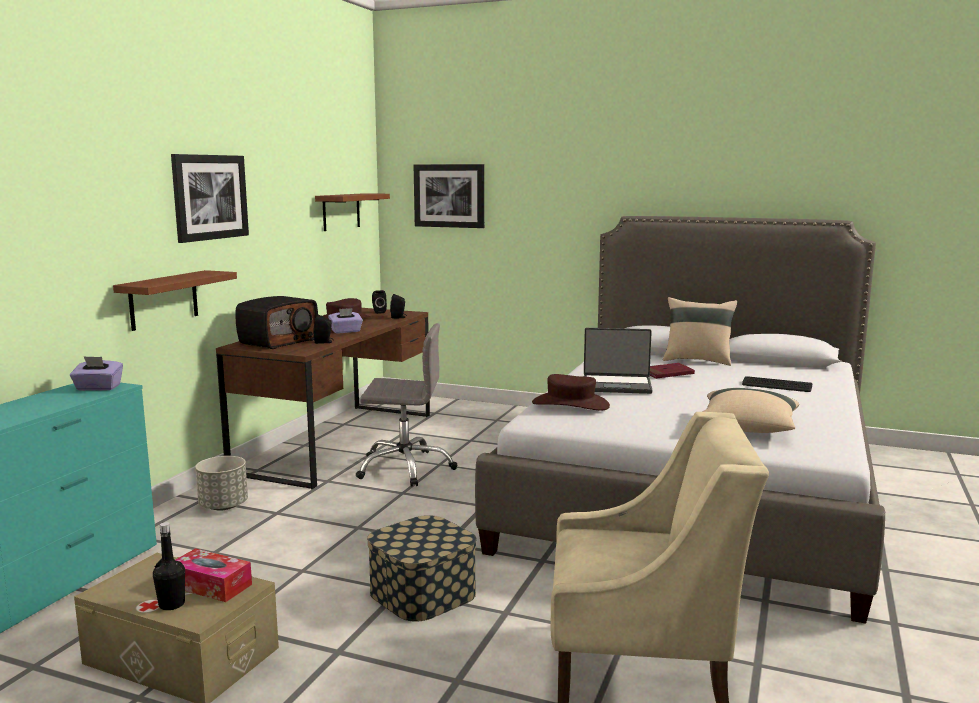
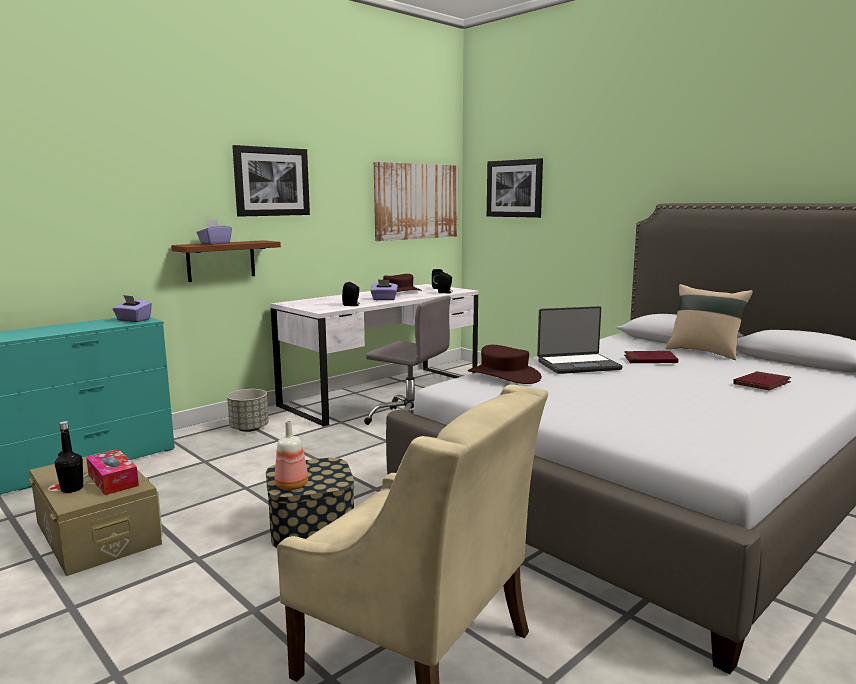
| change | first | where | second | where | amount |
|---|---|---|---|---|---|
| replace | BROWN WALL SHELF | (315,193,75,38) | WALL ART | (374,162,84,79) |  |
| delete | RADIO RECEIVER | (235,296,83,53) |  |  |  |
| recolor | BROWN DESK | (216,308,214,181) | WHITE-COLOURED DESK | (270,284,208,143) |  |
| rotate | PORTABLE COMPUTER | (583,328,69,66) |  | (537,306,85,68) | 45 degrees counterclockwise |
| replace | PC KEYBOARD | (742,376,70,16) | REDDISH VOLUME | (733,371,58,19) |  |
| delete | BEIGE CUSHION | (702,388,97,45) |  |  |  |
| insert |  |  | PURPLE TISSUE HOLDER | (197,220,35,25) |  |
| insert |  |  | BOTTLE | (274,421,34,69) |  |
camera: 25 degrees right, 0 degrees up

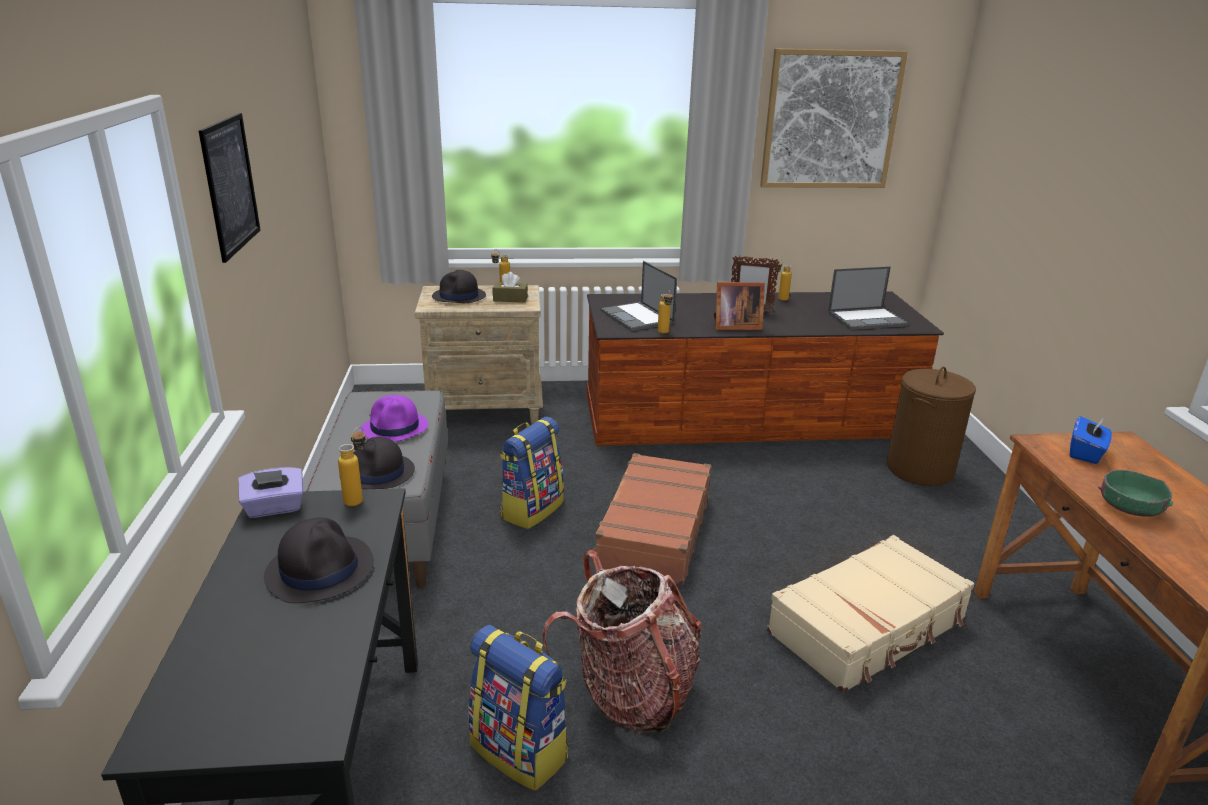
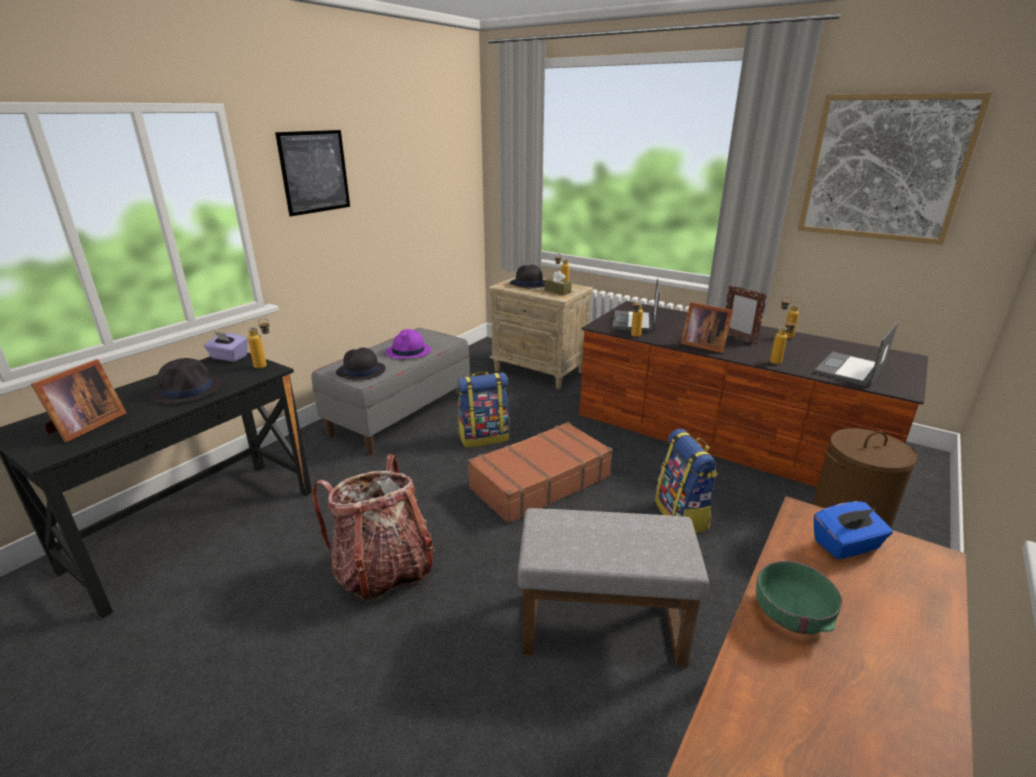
| change | first | where | second | where | amount |
|---|---|---|---|---|---|
| rotate | PORTABLE COMPUTER | (828,266,81,64) |  | (813,322,85,65) | 105 degrees clockwise |
| replace | BEIGE TRAVEL CASE | (767,535,207,158) | GREYISH POUFFE | (518,508,191,159) |  |
| move | KNAPSACK | (468,625,101,166) |  | (655,429,63,104) |  |
| insert |  |  | BOTTLE | (770,319,25,45) |  |
| insert |  |  | PICTURE FRAME | (31,359,96,83) |  |
camera: 40 degrees right, 0 degrees up

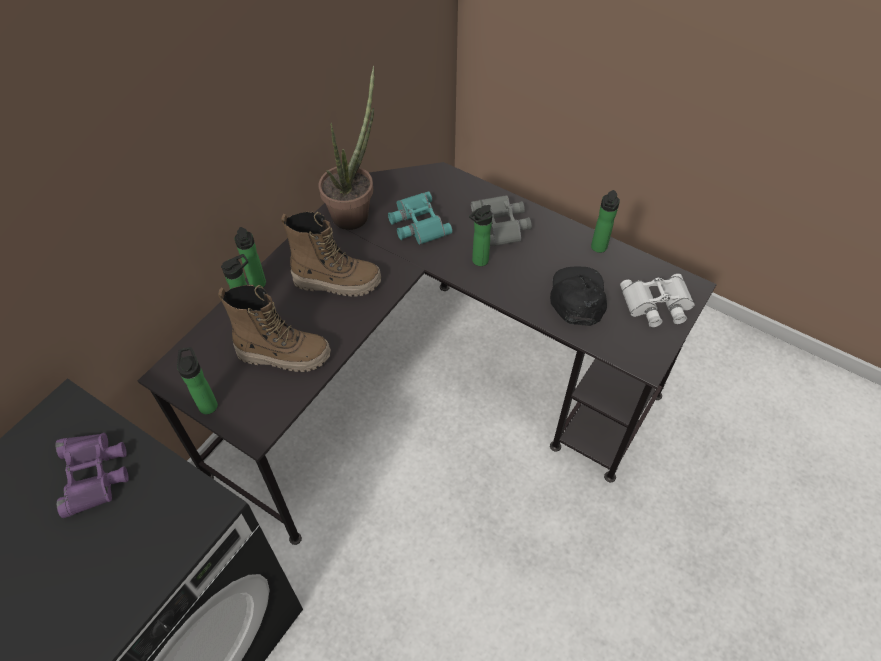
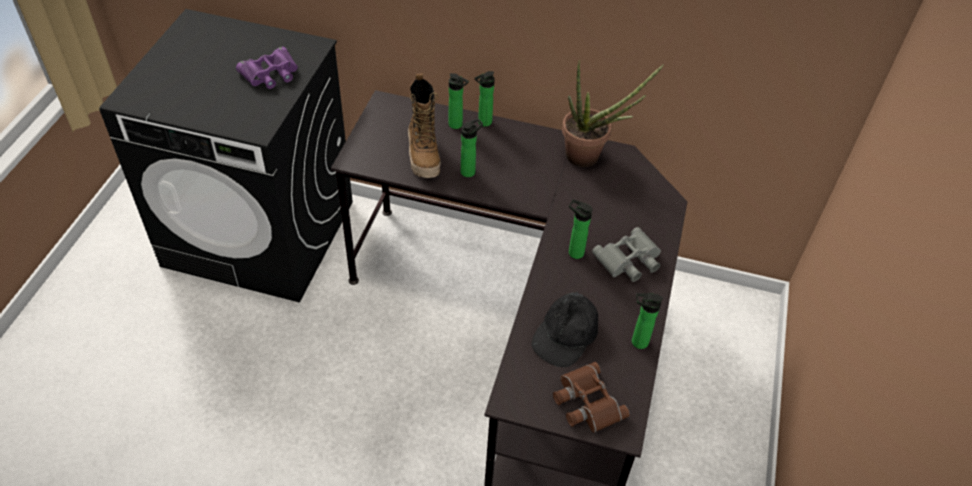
| change | first | where | second | where | amount |
|---|---|---|---|---|---|
| delete | TURQUOISE-COLOURED BINOCULARS | (388,191,65,54) |  |  |  |
| delete | HIGH-TOP BOOT | (281,211,100,85) |  |  |  |
| rotate | BLACK BASEBALL CAP | (550,267,57,59) |  | (532,292,66,75) | 135 degrees clockwise |
| recolor | WHITE-COLOURED BINOCULARS | (620,274,75,53) | BROWN BINOCULARS | (553,362,77,71) |  |
| move | BOTTLE | (177,347,41,67) |  | (461,119,22,58) |  |
camera: 70 degrees right, 5 degrees down

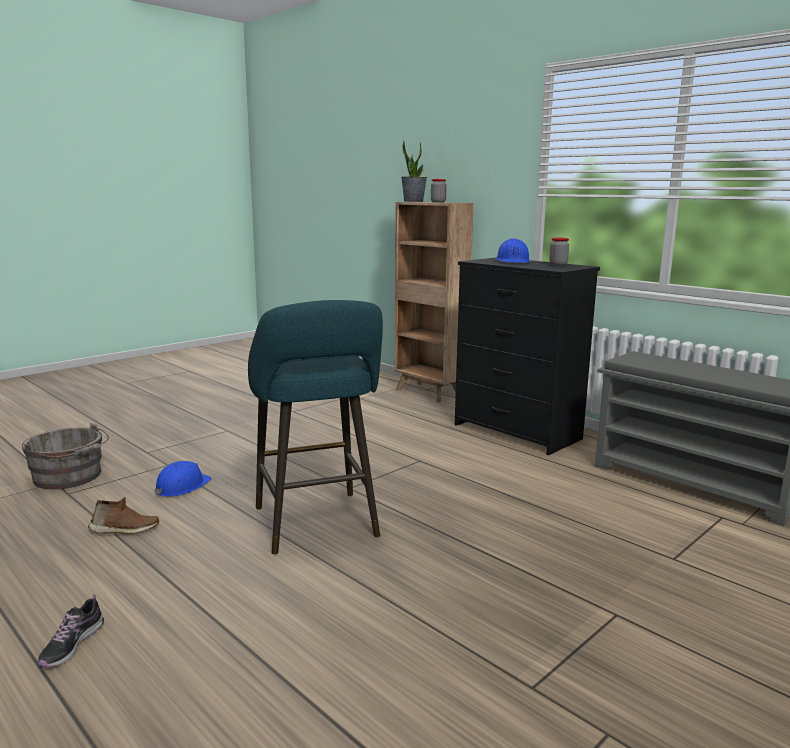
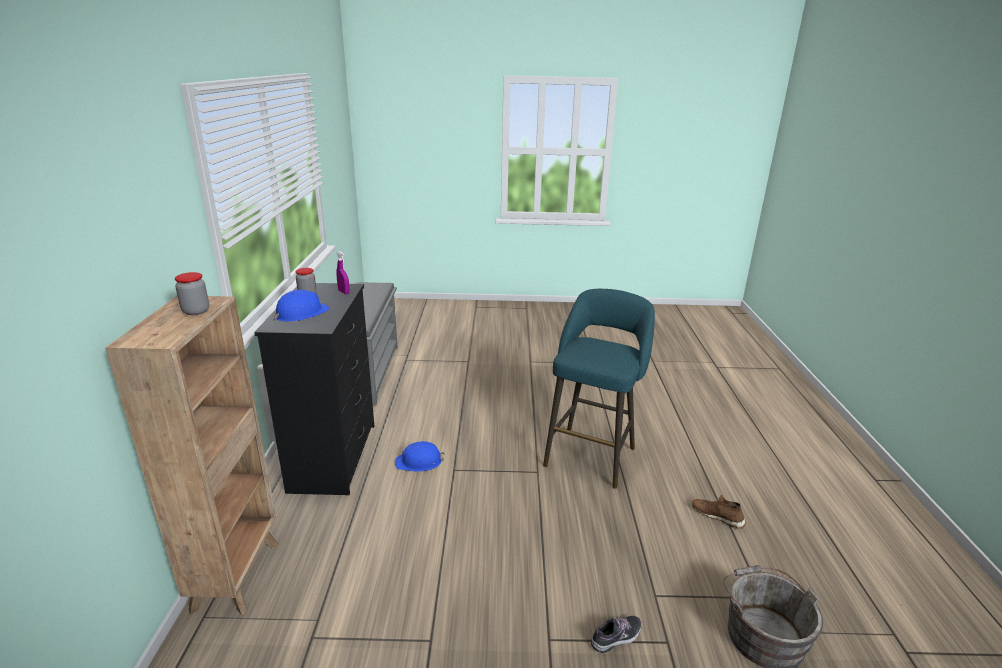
| change | first | where | second | where | amount |
|---|---|---|---|---|---|
| delete | POTTED PLANT | (401,140,26,62) |  |  |  |
| move | BLUE-COLOURED HARD HAT | (155,461,57,36) |  | (395,441,50,31) |  |
| move | SHOE | (38,594,66,73) |  | (591,616,51,37) |  |
| insert |  |  | PURPLE SPRAYER | (336,251,14,43) |  |
camera: 135 degrees left, 10 degrees up

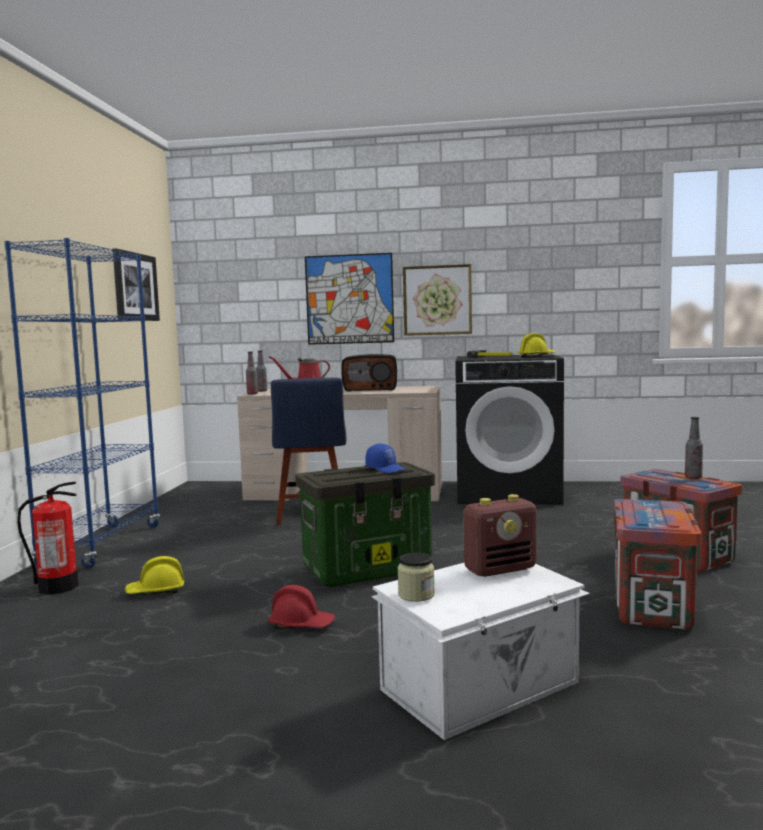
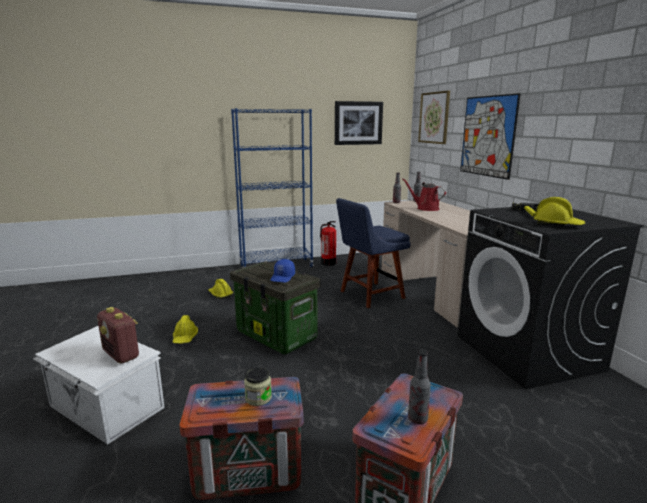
| change | first | where | second | where | amount |
|---|---|---|---|---|---|
| move | WALL ART | (403,264,69,72) |  | (418,91,32,53) |  |
| delete | RADIO RECEIVER | (341,354,56,38) |  |  |  |
| move | EXTINGUISHER | (17,482,62,113) |  | (320,221,16,45) |  |
| move | JAR | (397,553,38,49) |  | (244,367,28,39) |  |
| recolor | REDDISH HARD HAT | (268,585,67,44) | YELLOW HARD HAT | (173,315,25,29) |  |
camera: 65 degrees right, 10 degrees up

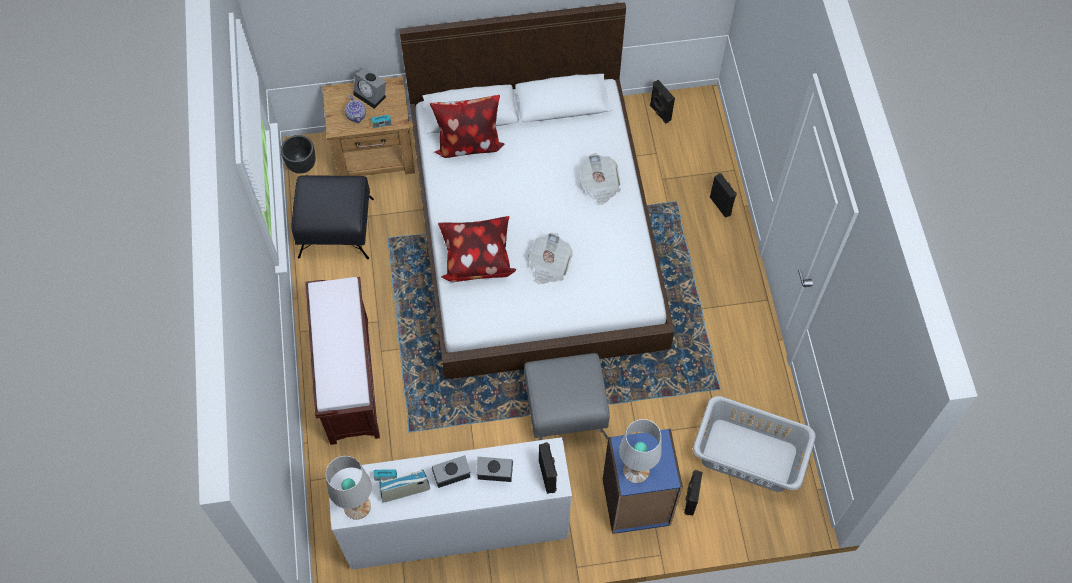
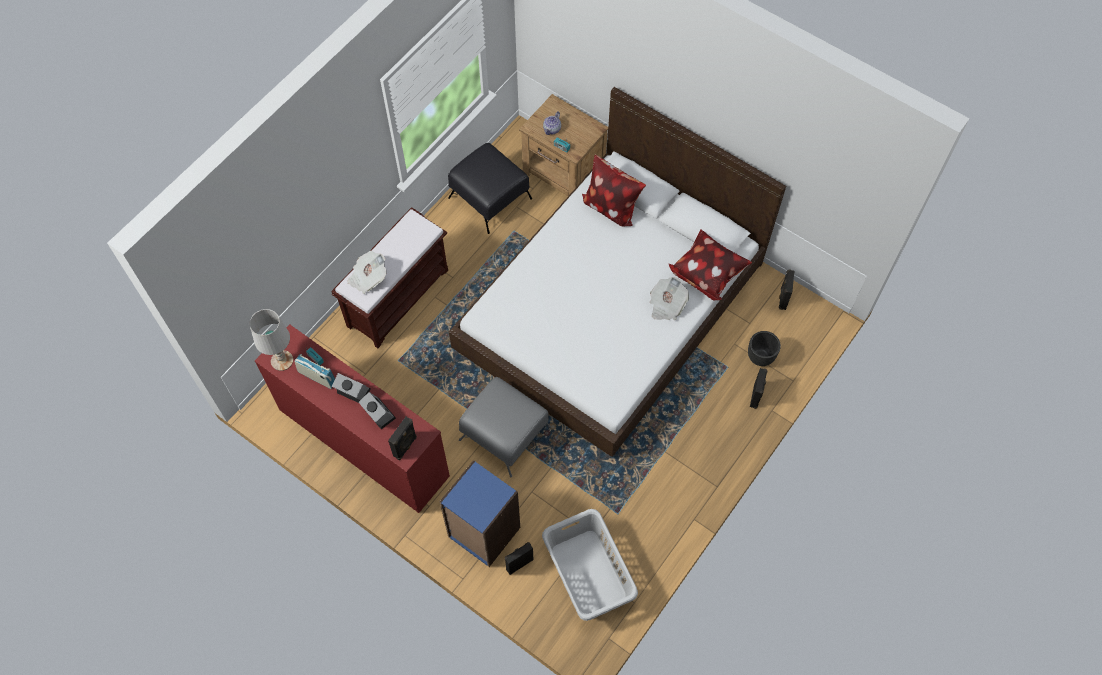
| change | first | where | second | where | amount |
|---|---|---|---|---|---|
| delete | BEDSIDE CLOCK | (353,68,33,41) |  |  |  |
| move | BLACK PLANT POT | (281,135,35,39) |  | (748,331,33,35) |  |
| move | CUSHION | (438,216,78,66) |  | (669,230,83,70) |  |
| move | PRINTED PAPER | (528,233,45,51) |  | (347,251,40,43) |  |
| delete | WHITE-COLOURED TABLETOP LAMP | (619,419,43,64) |  |  |  |
| recolor | WHITE-COLOURED DRESSER | (329,437,243,133) | REDDISH DRESSER | (255,324,195,189) |  |
camera: 45 degrees right, 0 degrees up

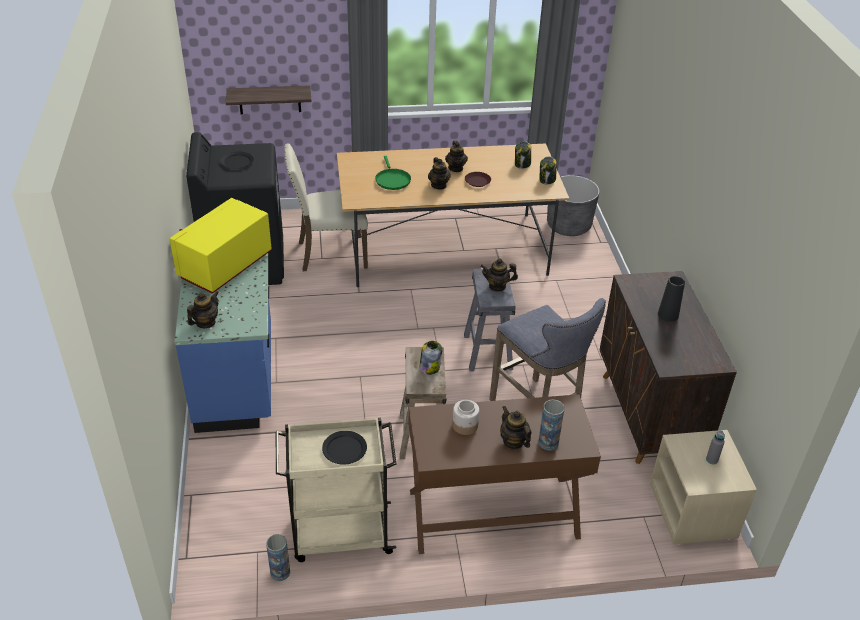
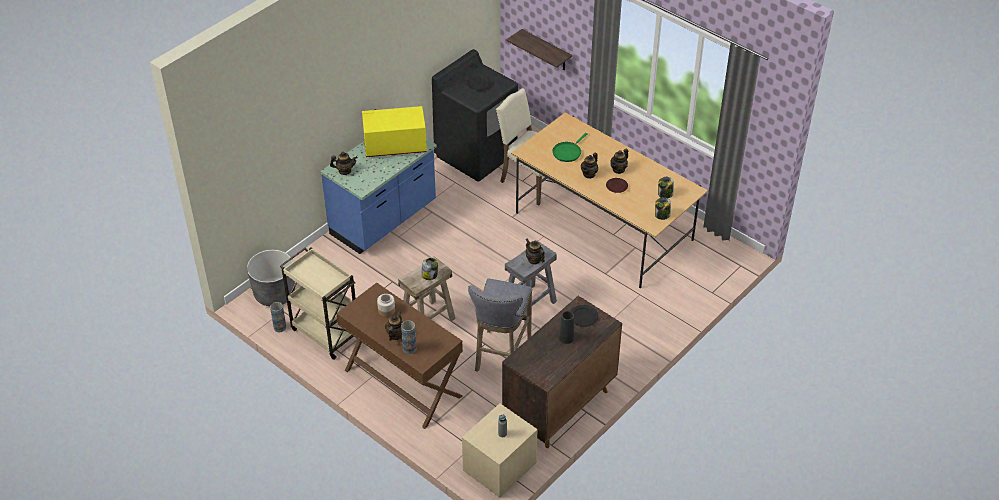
| change | first | where | second | where | amount |
|---|---|---|---|---|---|
| move | GREYISH PLANT POT | (547,175,52,61) |  | (247,250,48,56) |  |
| move | BLACK FLAT DISH | (322,431,45,34) |  | (570,305,29,22) |  |
camera: 50 degrees right, 5 degrees up

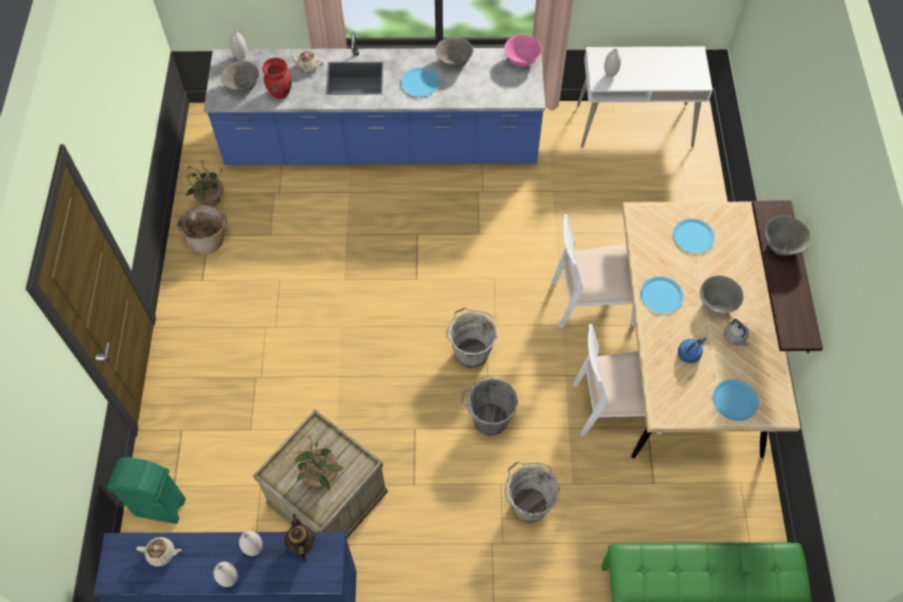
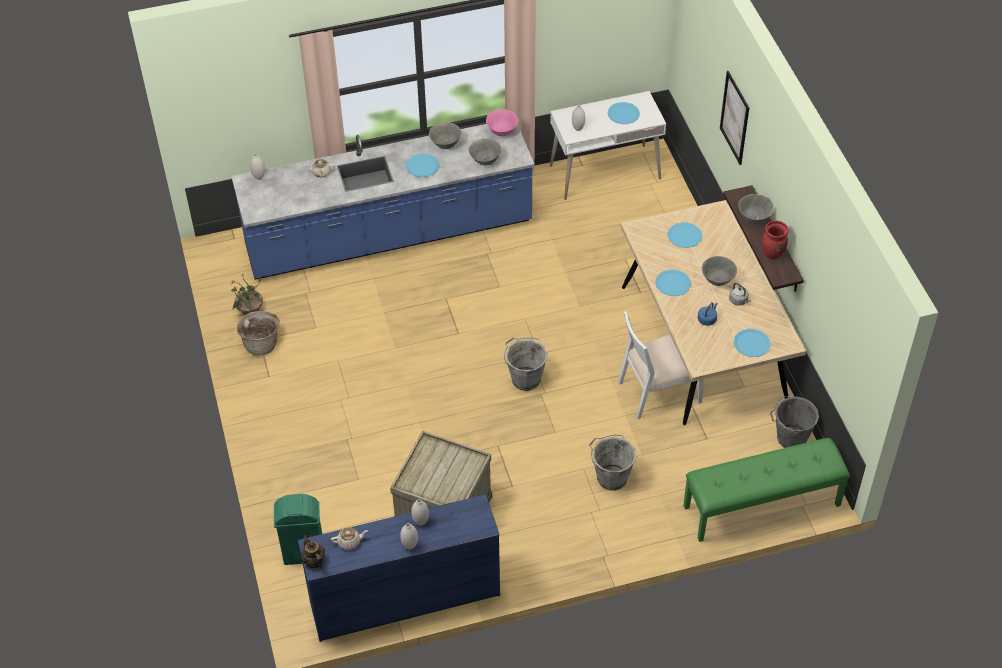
| change | first | where | second | where | amount |
|---|---|---|---|---|---|
| move | REDDISH VASE | (262,57,30,42) |  | (762,221,27,38) |  |
| move | GREYISH BOWL | (221,61,38,33) |  | (468,139,34,27) |  |
| delete | WHITE-COLOURED CHAIR | (552,214,83,114) |  |  |  |
| move | GREYISH BUCKET | (461,376,57,60) |  | (770,396,49,52) |  |
| delete | POTTED PLANT | (294,435,50,56) |  |  |  |
| move | POT FOR TEA | (284,514,31,48) |  | (301,535,24,34) |  |
| insert |  |  | WALL ART | (720,71,29,94) |  |
| insert |  |  | BLUE-COLOURED FLAT DISH | (608,102,32,22) |  |
camera: 15 degrees left, 10 degrees down

